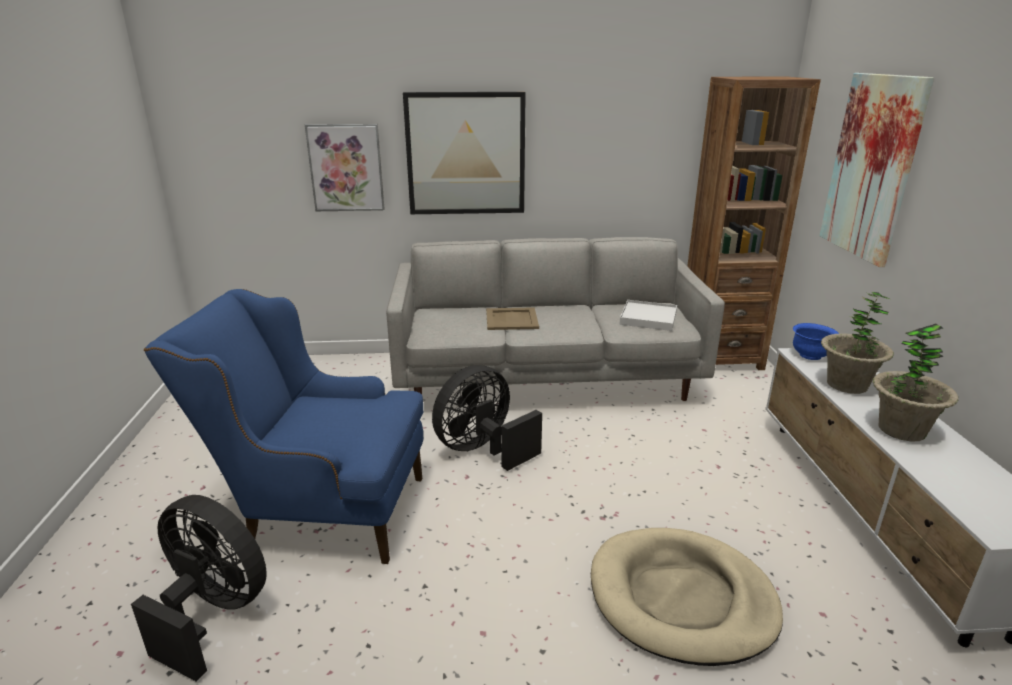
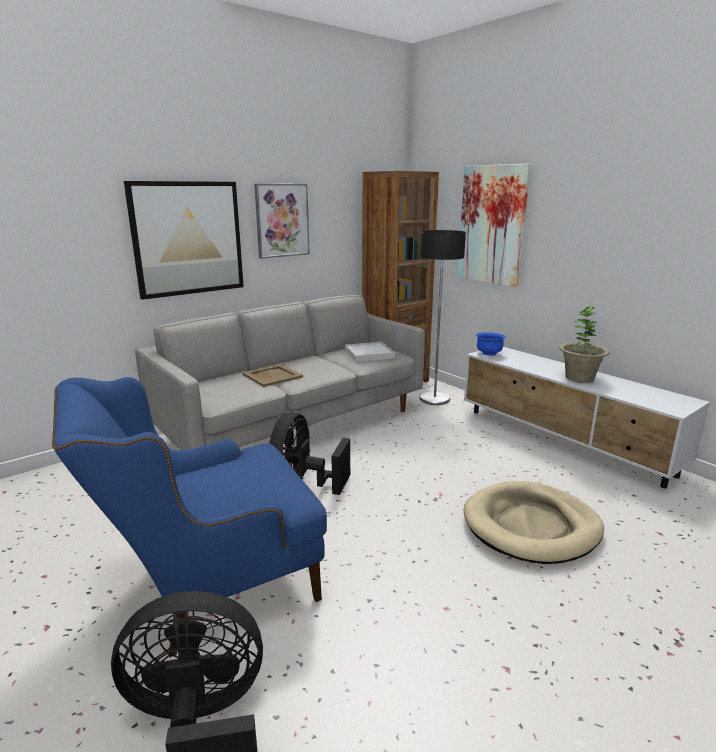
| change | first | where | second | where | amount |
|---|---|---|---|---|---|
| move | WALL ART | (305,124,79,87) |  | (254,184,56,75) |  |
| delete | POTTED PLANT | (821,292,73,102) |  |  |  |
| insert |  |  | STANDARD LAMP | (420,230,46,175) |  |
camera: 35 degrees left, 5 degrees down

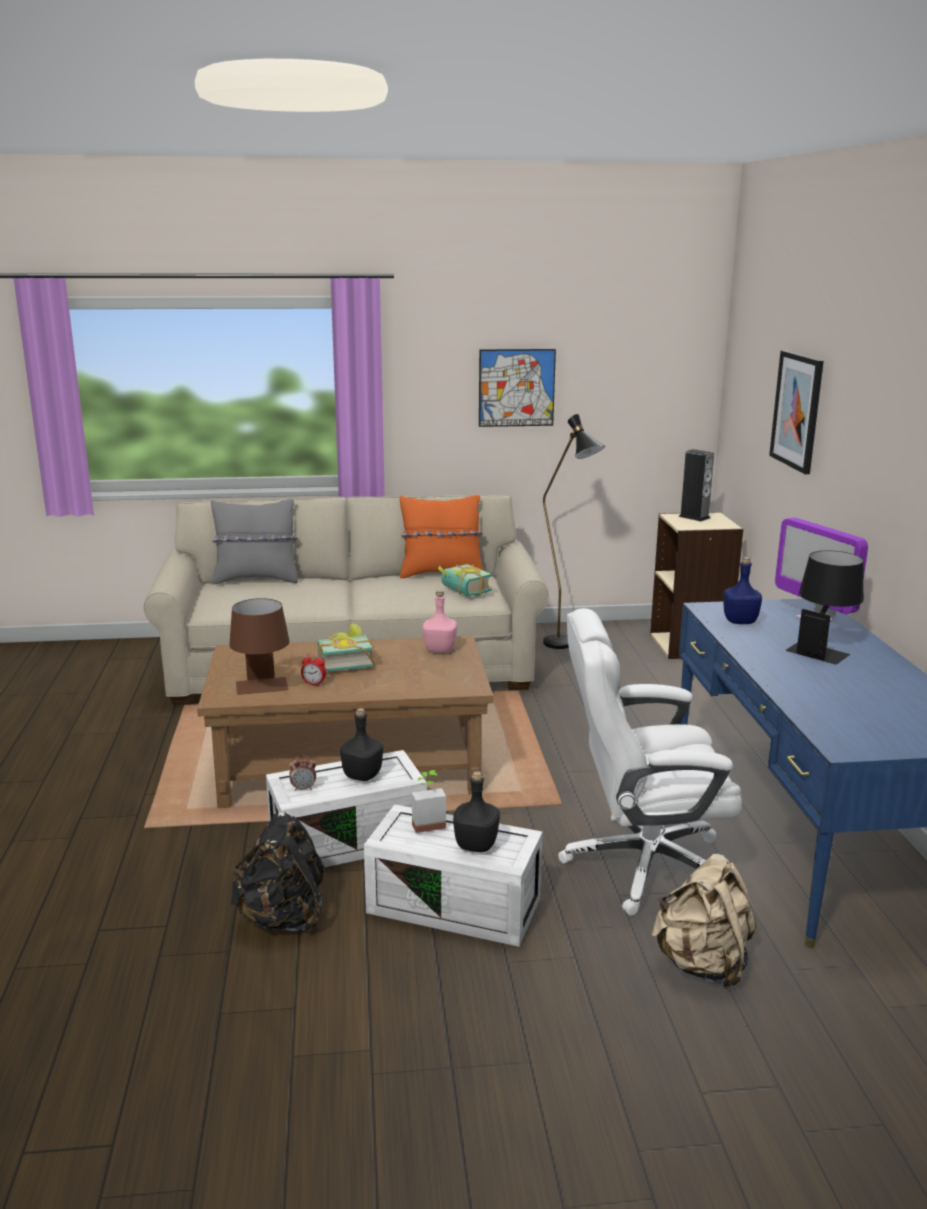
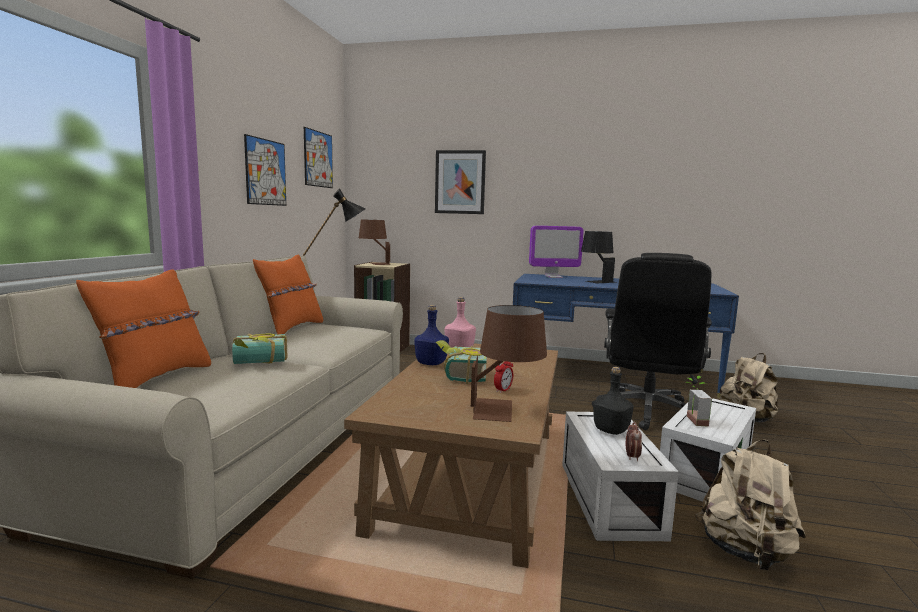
| change | first | where | second | where | amount |
|---|---|---|---|---|---|
| replace | LOUDSPEAKER | (678,449,36,72) | BROWN TABLETOP LAMP | (359,220,32,45) |  |
| recolor | GREYISH CUSHION | (211,499,87,85) | ORANGE-COLOURED CUSHION | (76,269,135,119) |  |
| move | BLUE-COLOURED BOTTLE | (723,557,39,67) |  | (414,305,35,60) |  |
| move | VOLUME | (438,564,54,33) |  | (232,334,55,30) |  |
| recolor | WHITE-COLOURED DESK CHAIR | (558,608,184,308) | BLACK DESK CHAIR | (592,253,120,177) |  |
| delete | BLACK BOTTLE | (453,771,47,81) |  |  |  |
| recolor | BLACK KNAPSACK | (231,812,94,120) | BEIGE KNAPSACK | (695,440,111,130) |  |
| insert |  |  | WALL ART | (304,127,29,61) |  |
camera: 70 degrees left, 10 degrees down

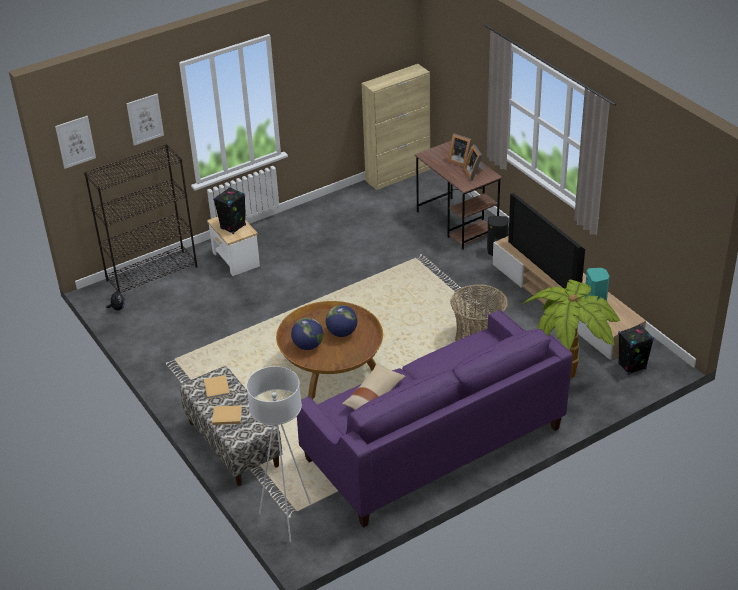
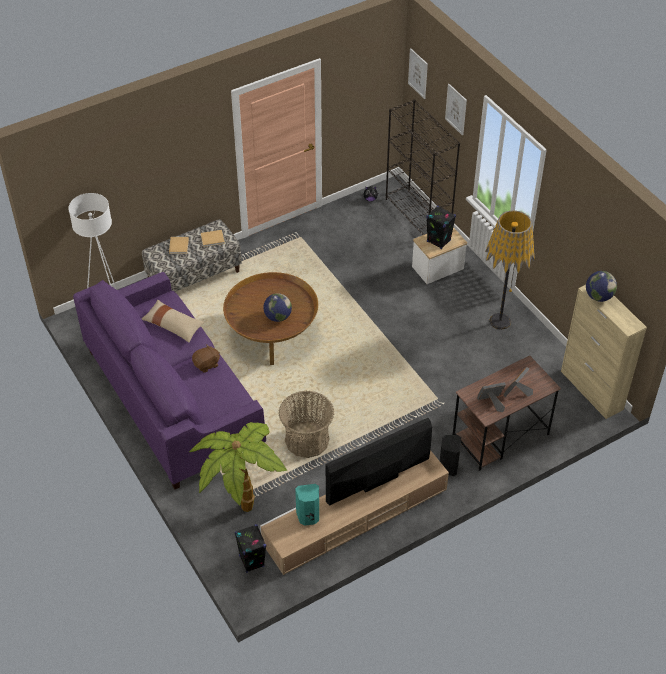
| change | first | where | second | where | amount |
|---|---|---|---|---|---|
| move | DESK GLOBE | (291,318,32,32) |  | (586,271,31,31) |  |
| insert |  |  | STANDARD LAMP | (485,210,50,120) |  |
| insert |  |  | BROWN CUDDLY TOY | (192,345,28,28) |  |
camera: 90 degrees right, 10 degrees up

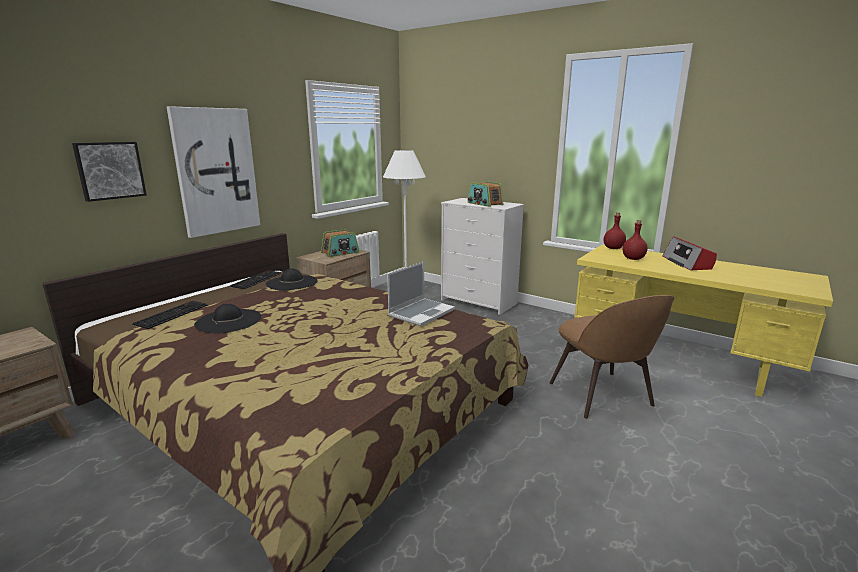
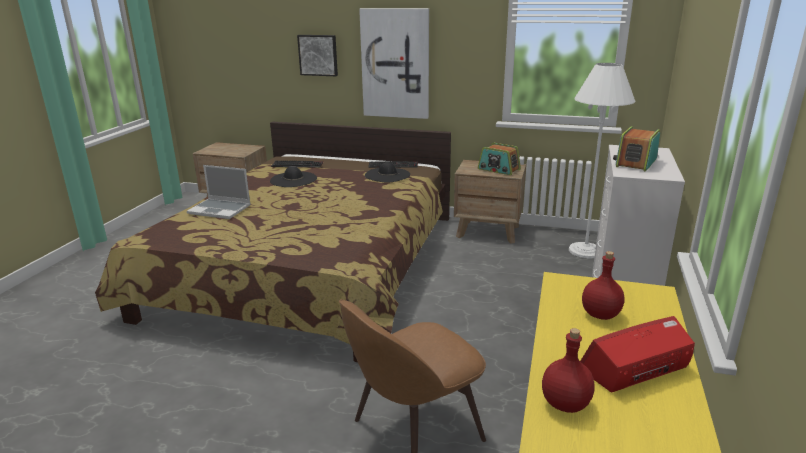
| change | first | where | second | where | amount |
|---|---|---|---|---|---|
| move | REDDISH BOTTLE | (604,212,22,37) |  | (542,328,53,85) |  |
| move | PORTABLE COMPUTER | (387,262,68,64) |  | (187,165,64,54) |  |
camera: 70 degrees right, 5 degrees up

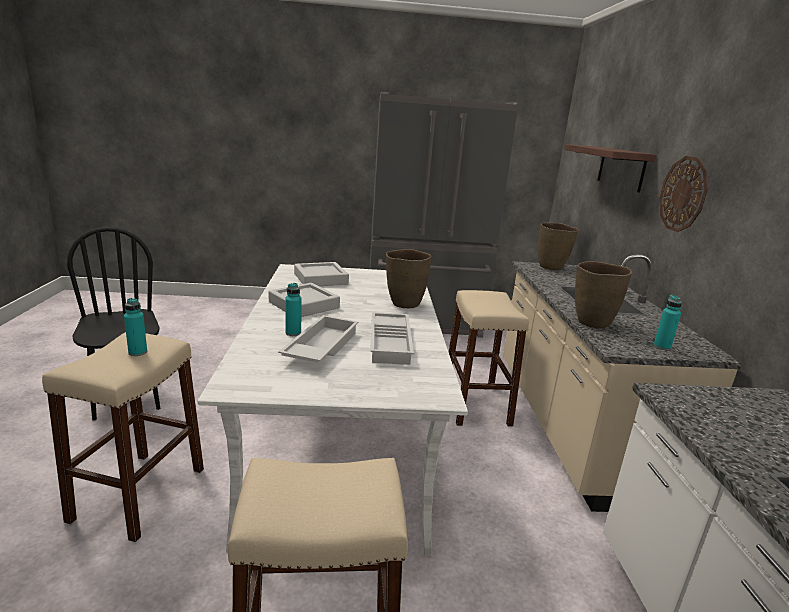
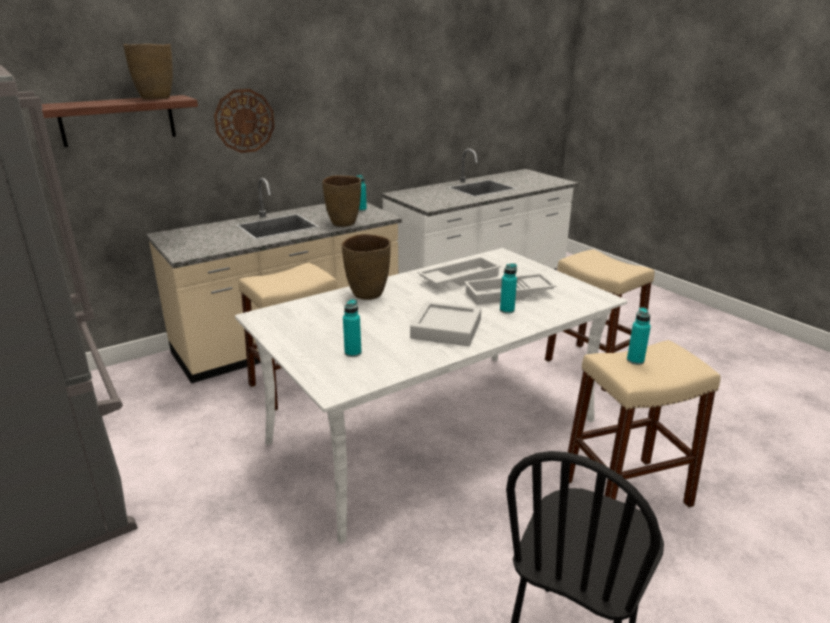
| change | first | where | second | where | amount |
|---|---|---|---|---|---|
| move | BROWN VASE | (538,223,40,47) |  | (123,44,50,55) |  |
| replace | GREYISH SERVING TRAY | (294,262,55,24) | TURQUOISE-COLOURED BOTTLE | (343,299,19,58) |  |
camera: 120 degrees left, 5 degrees up

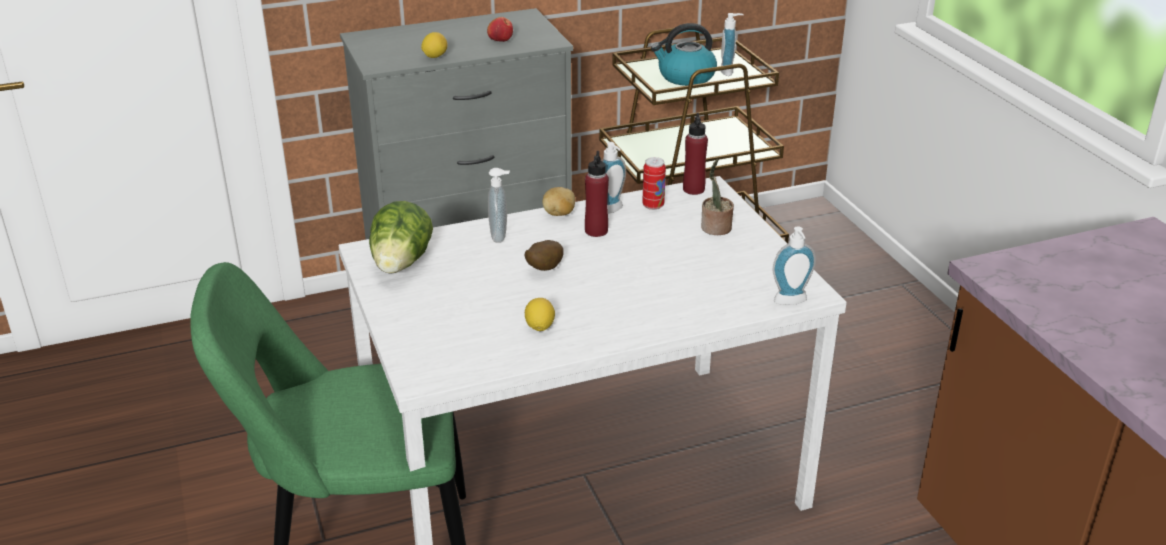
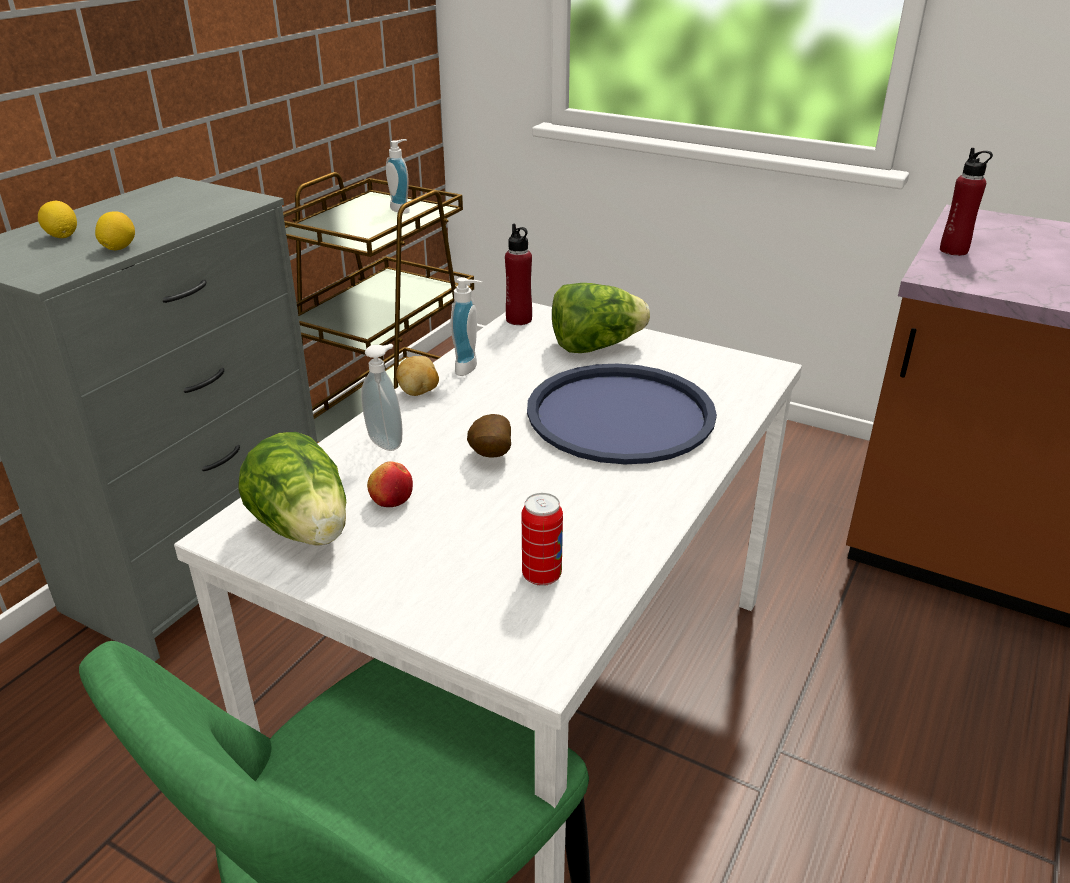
| change | first | where | second | where | amount |
|---|---|---|---|---|---|
| move | WHOLE APPLE | (487,17,26,25) |  | (367,461,46,46) |  |
| delete | WATER KETTLE | (651,23,66,63) |  |  |  |
| move | REDDISH BOTTLE | (585,151,24,86) |  | (940,148,53,108) |  |
| move | METAL CAN | (642,157,24,53) |  | (522,493,41,93) |  |
| replace | POTTED PLANT | (701,159,33,76) | LETTUCE HEAD | (552,283,98,70) |  |
| delete | SOAP BOTTLE | (772,227,44,78) |  |  |  |
| move | WHOLE LEMON | (525,298,30,33) |  | (38,201,39,37) |  |
| insert |  |  | BLUE-COLOURED SERVING TRAY | (527,364,190,100) |  |
camera: 40 degrees left, 0 degrees up

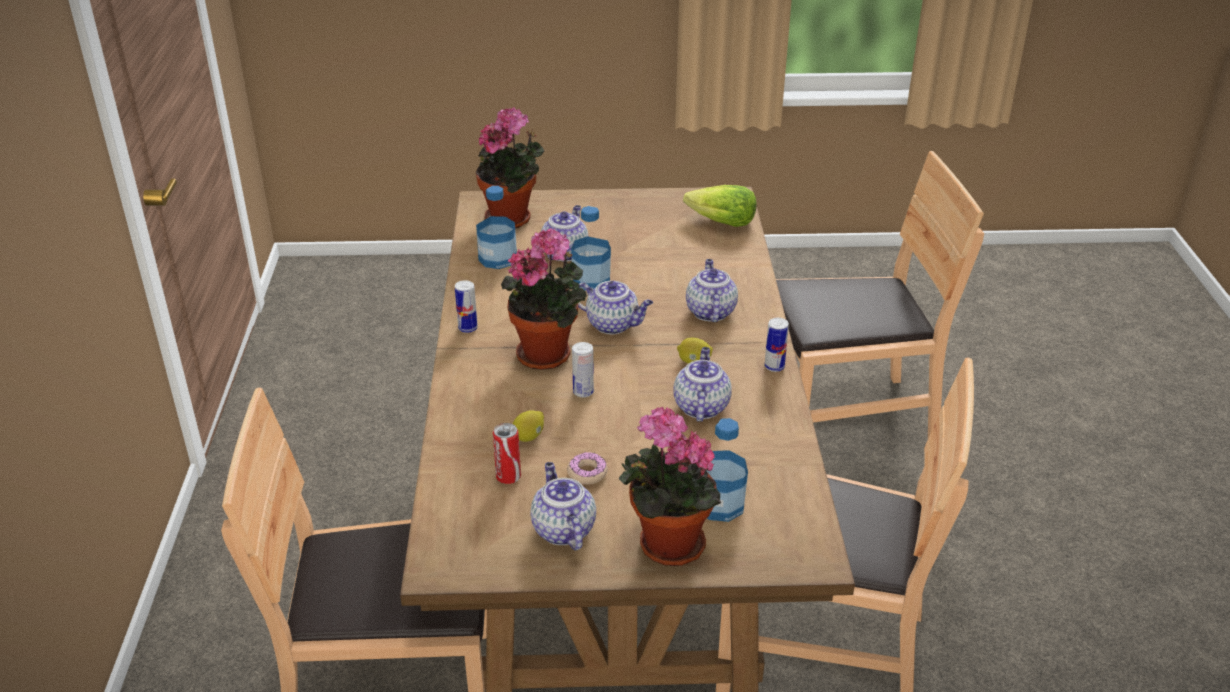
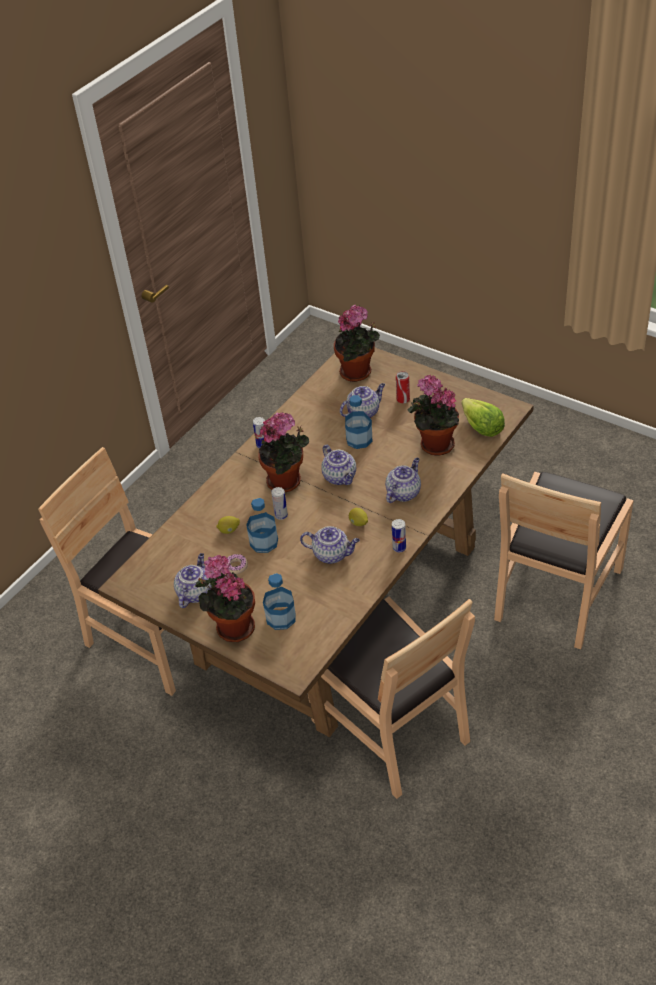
| change | first | where | second | where | amount |
|---|---|---|---|---|---|
| rotate | BROWN CHAIR | (776,151,208,287) |  | (494,472,140,177) | 90 degrees clockwise |
| move | BOTTLE | (476,186,41,83) |  | (246,498,32,55) |  |
| rotate | POT FOR TEA | (673,347,59,75) |  | (300,526,60,38) | 60 degrees clockwise |
| move | METAL CAN | (493,423,28,61) |  | (396,371,14,32) |  |
| insert |  |  | POTTED PLANT | (408,375,51,81) |  |
camera: 40 degrees right, 10 degrees up

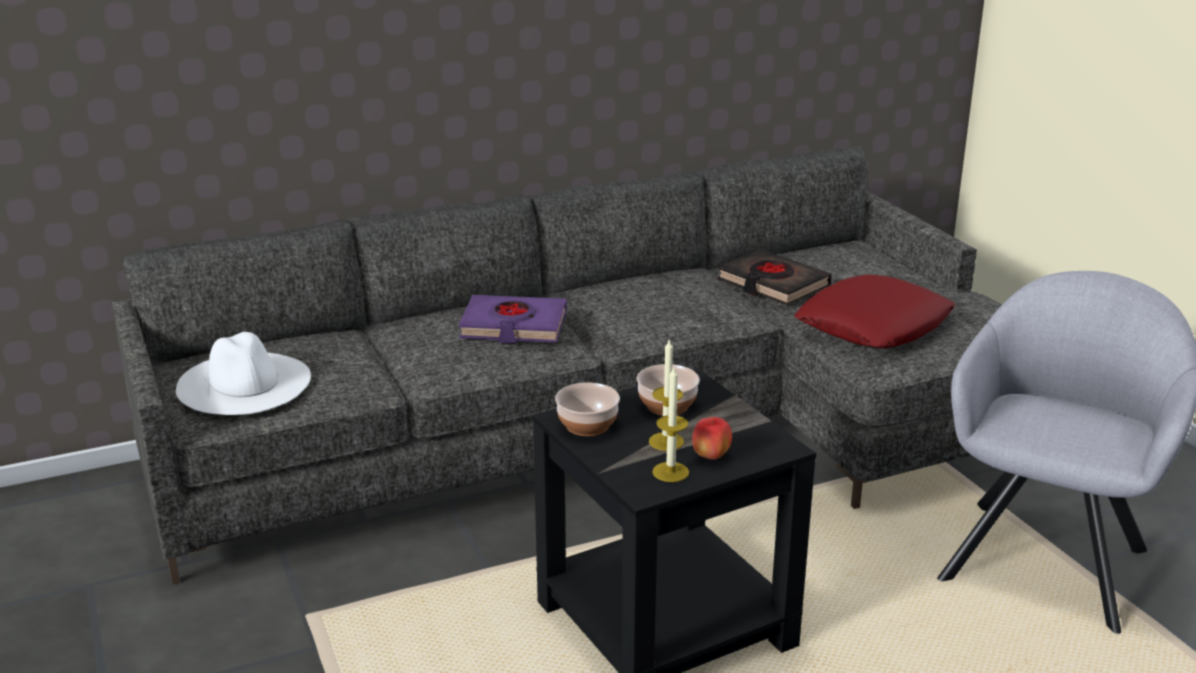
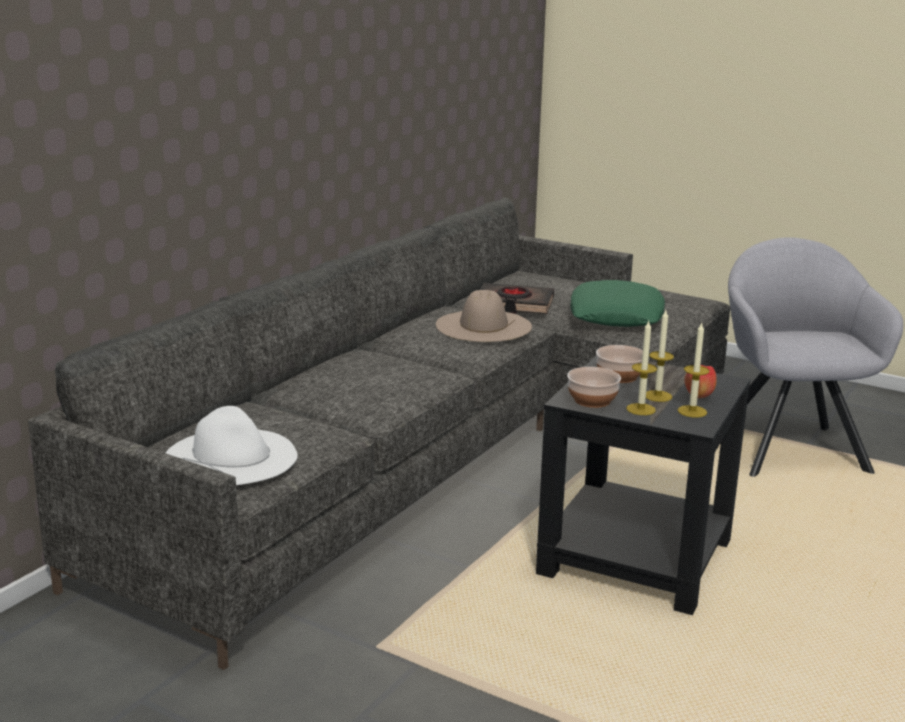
| change | first | where | second | where | amount |
|---|---|---|---|---|---|
| recolor | REDDISH CUSHION | (794,275,162,73) | GREEN CUSHION | (570,280,95,47) |  |
| delete | PURPLE VOLUME | (459,295,108,48) |  |  |  |
| insert |  |  | BEIGE HAT | (436,290,96,52) |  |
| insert |  |  | WAX CANDLE | (626,321,31,94) |  |
camera: 35 degrees left, 5 degrees down

